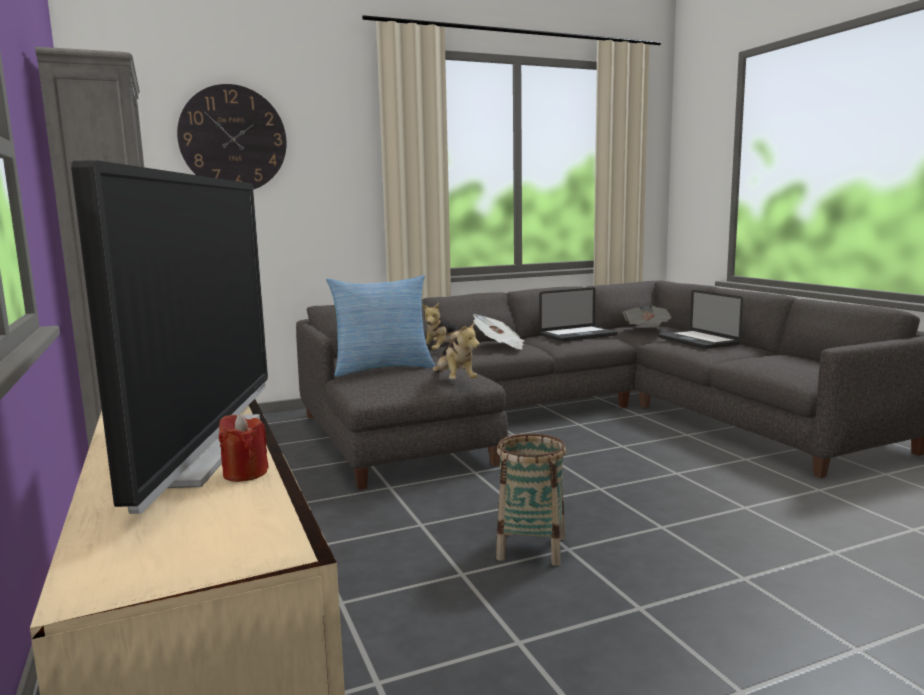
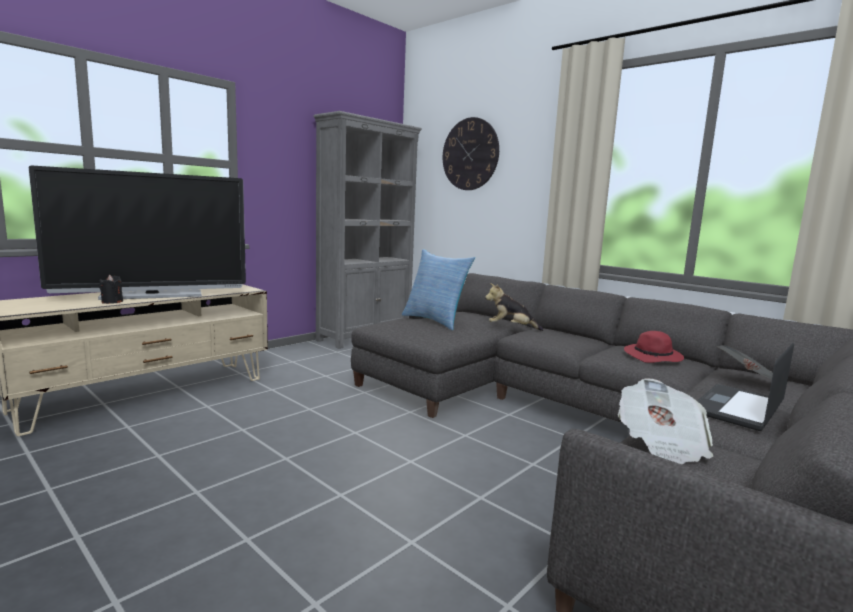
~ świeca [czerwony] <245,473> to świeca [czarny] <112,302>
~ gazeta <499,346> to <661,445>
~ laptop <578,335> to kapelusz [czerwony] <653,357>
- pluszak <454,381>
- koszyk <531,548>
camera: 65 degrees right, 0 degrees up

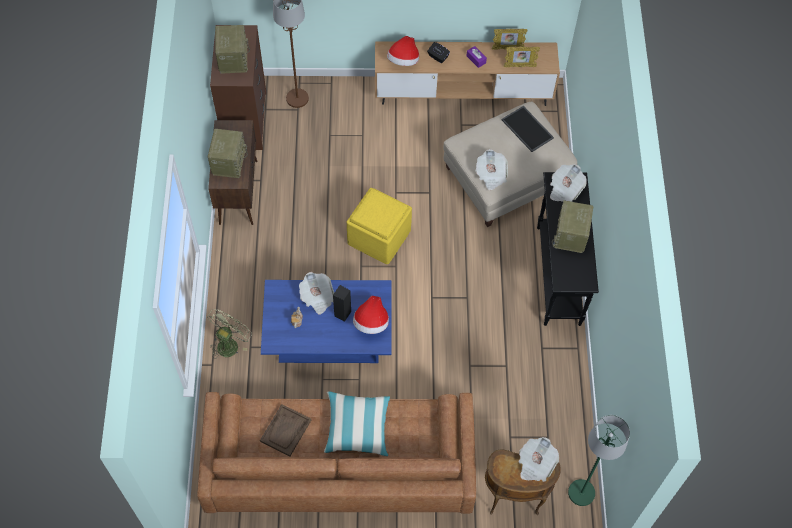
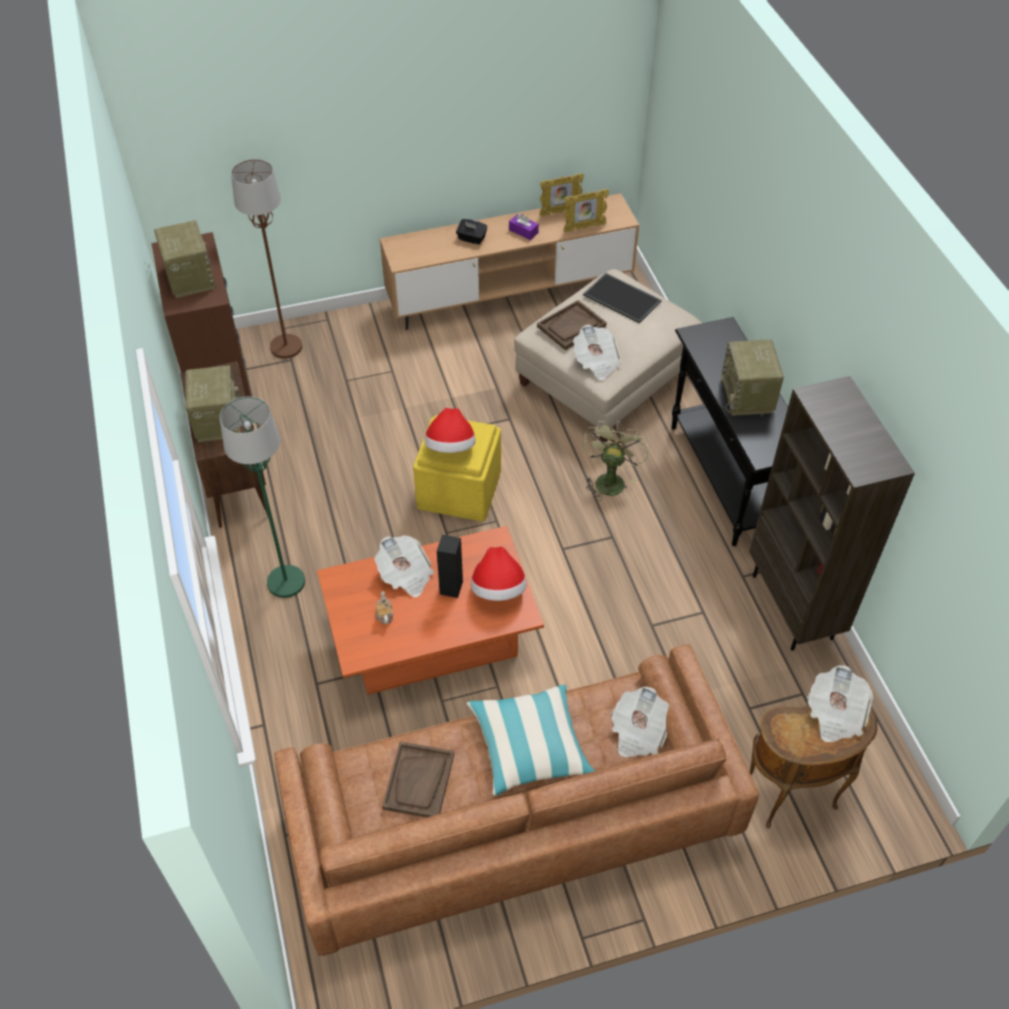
~ lampa stojąca [zielony] <581,492> to <286,582>
~ ława [niebieski] <329,338> to ława [pomarańczowy] <432,640>
~ kapelusz <403,61> to <450,447>
+ taca [brązowy] <571,326>
~ wentylator [zielony] <229,343> to <609,479>
~ gazeta <565,189> to <638,732>
+ regał [brązowy] <794,607>
camera: 15 degrees left, 10 degrees down

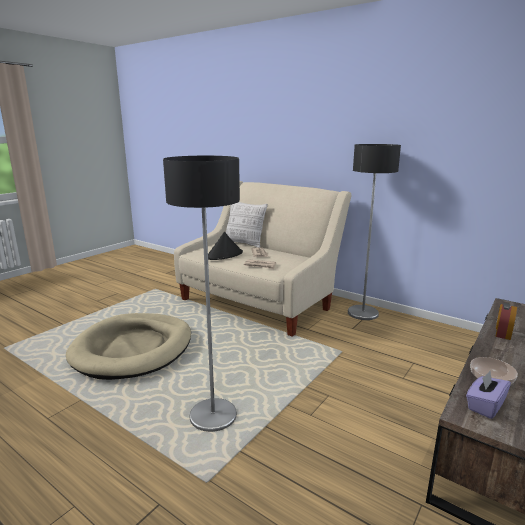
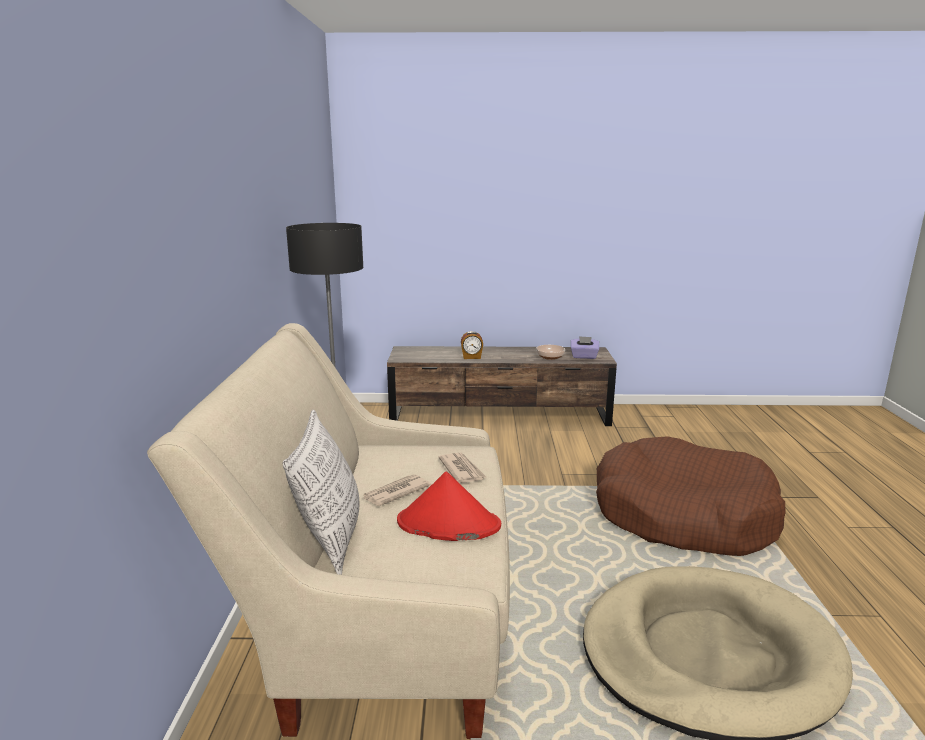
~ kapelusz [czarny] <224,255> to kapelusz [czerwony] <448,524>
~ lampa stojąca <213,416> to legowisko [brązowy] <682,515>
camera: 125 degrees left, 0 degrees up

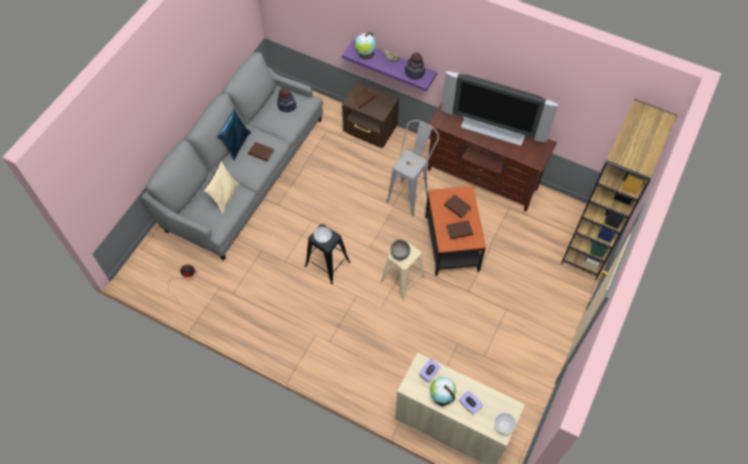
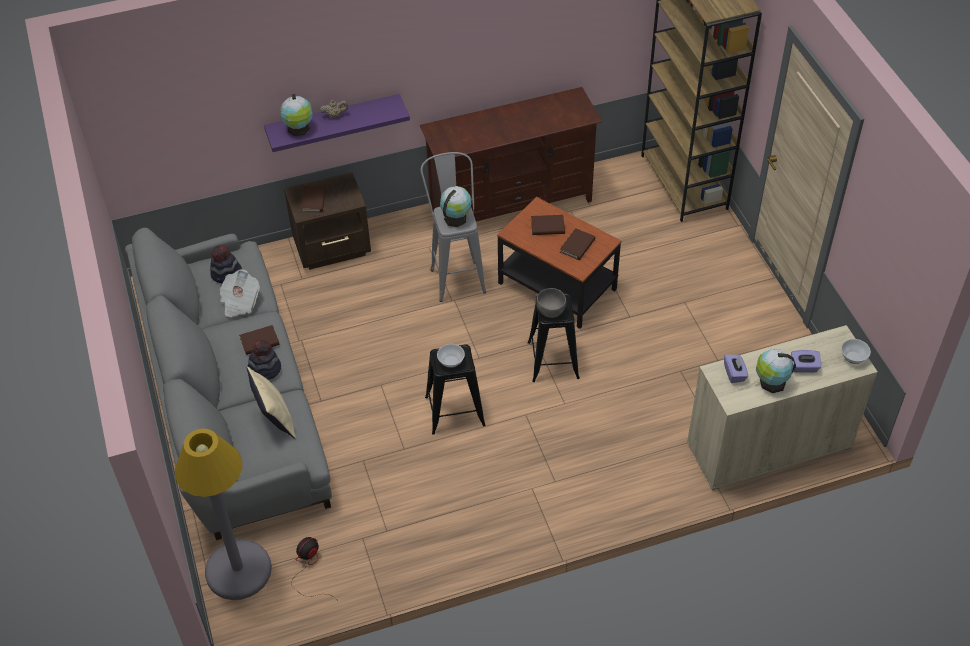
+ lampa stojąca [szary] <238,570>
+ gazeta <240,302>
~ kapelusz <414,72> to <265,369>
+ globus <456,218>
~ stołek [beżowy] <402,280> to stołek [czarny] <553,360>
- poduszka [niebieski] <236,144>
- telewizor <493,130>
camera: 45 degrees left, 10 degrees down

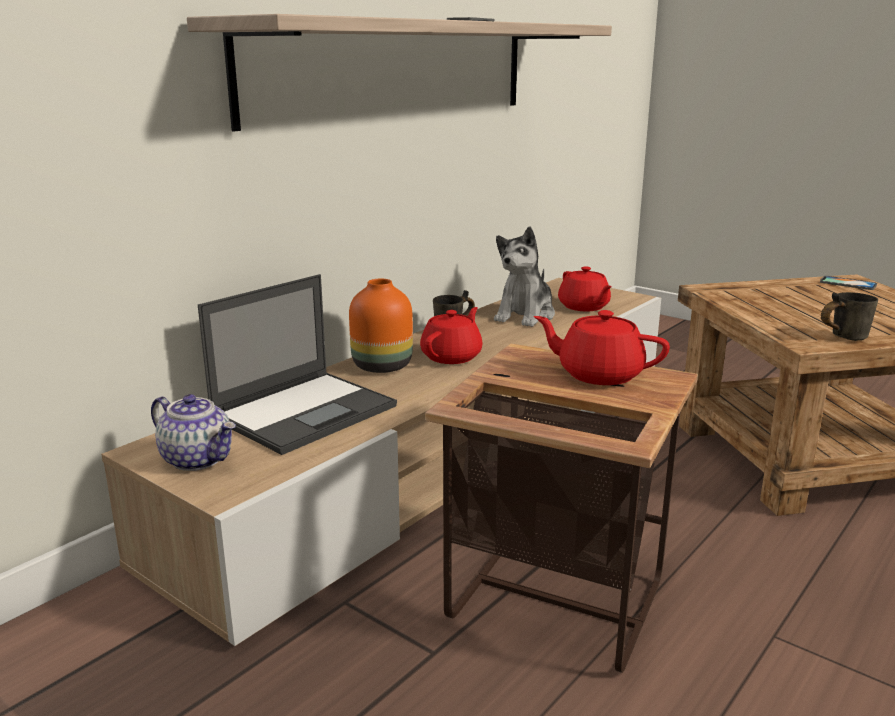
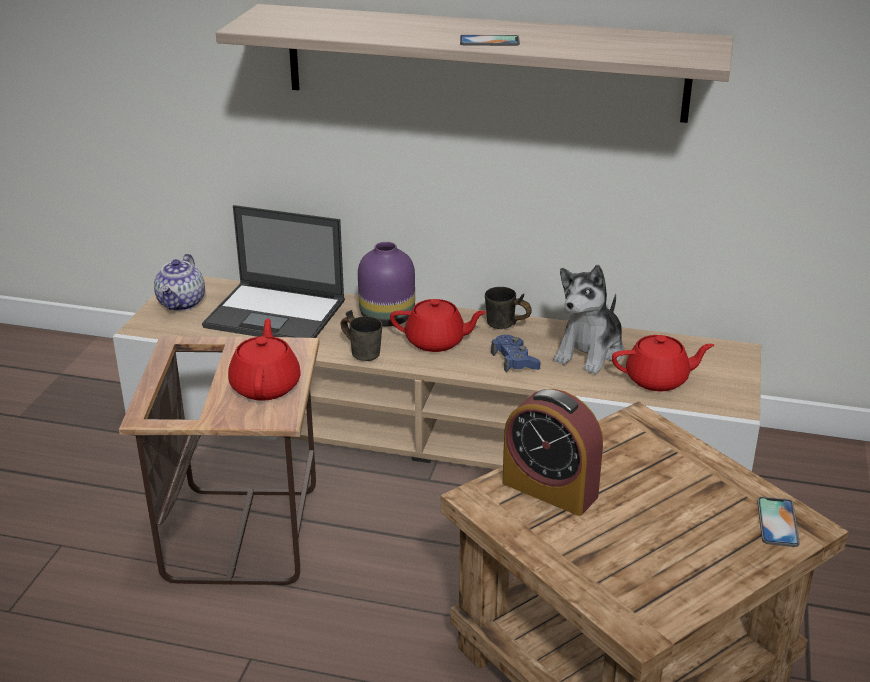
~ kubek [szary] <840,337> to <364,351>
~ wazon [pomarańczowy] <382,367> to wazon [fioletowy] <385,318>
+ pad do gier [niebieski] <515,360>
+ budzik <550,489>
~ pluszak <525,315> = <590,352> 60 degrees counterclockwise
~ imbryk [czerwony] <584,307> = <658,380> 135 degrees counterclockwise
camera: 65 degrees right, 10 degrees up

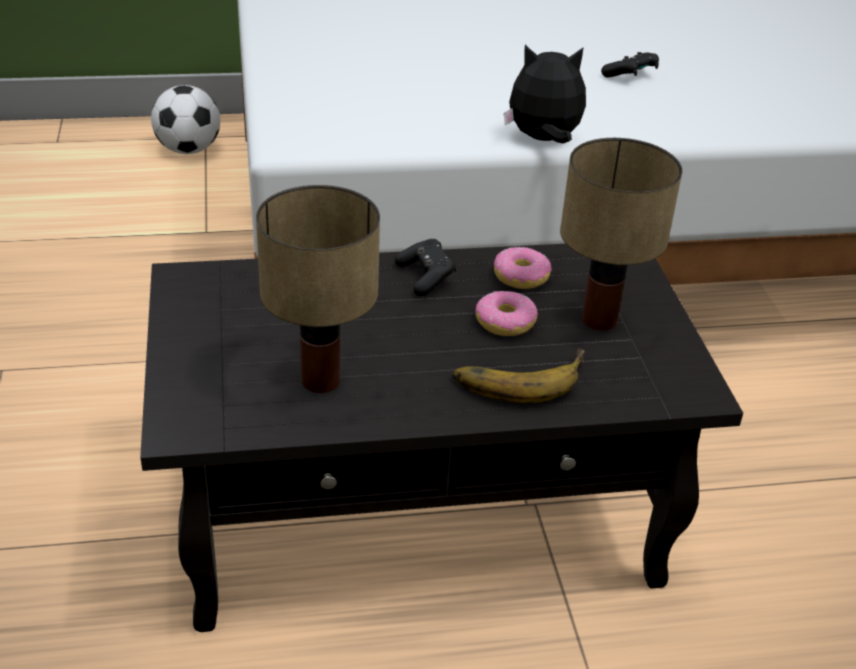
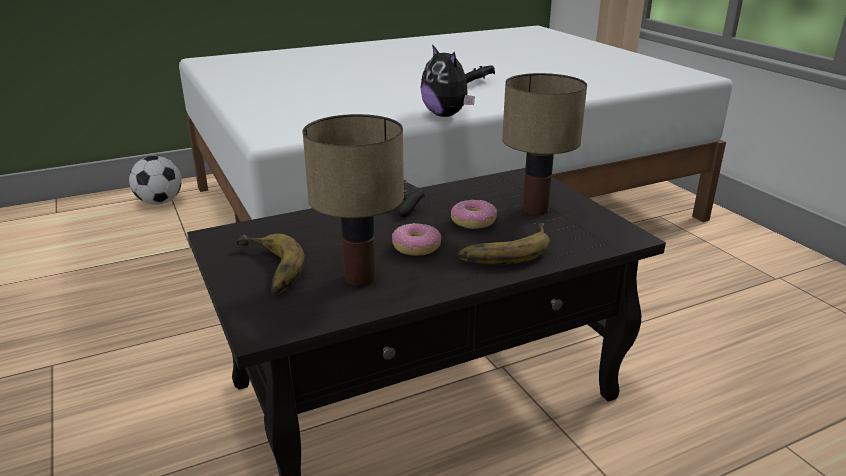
+ banan <264,270>
~ donut <521,277> to <416,247>
~ pluszak <543,140> = <446,115> 105 degrees counterclockwise
camera: 15 degrees left, 10 degrees down

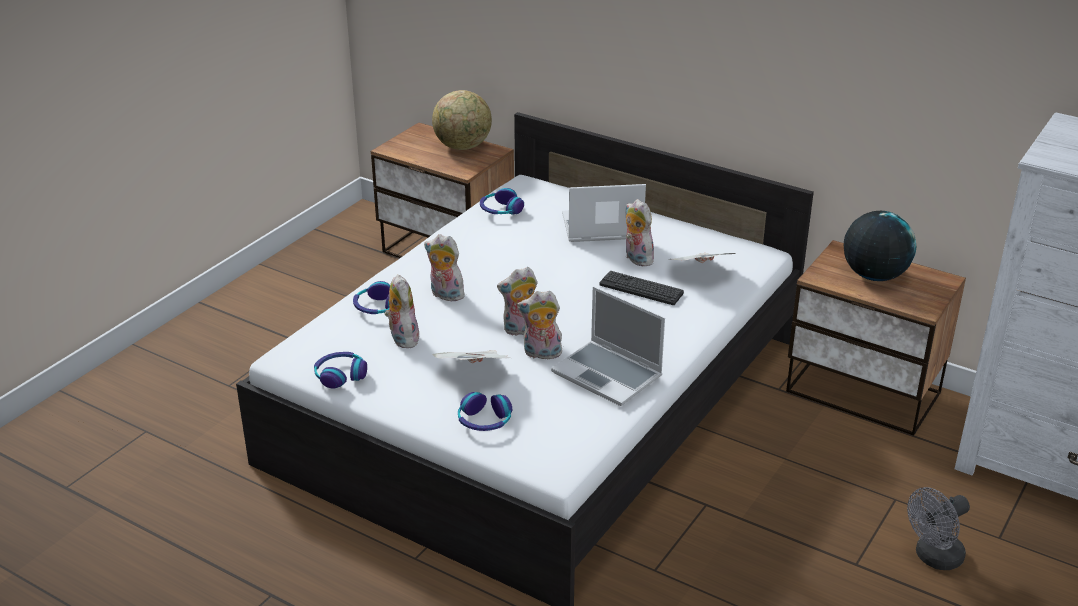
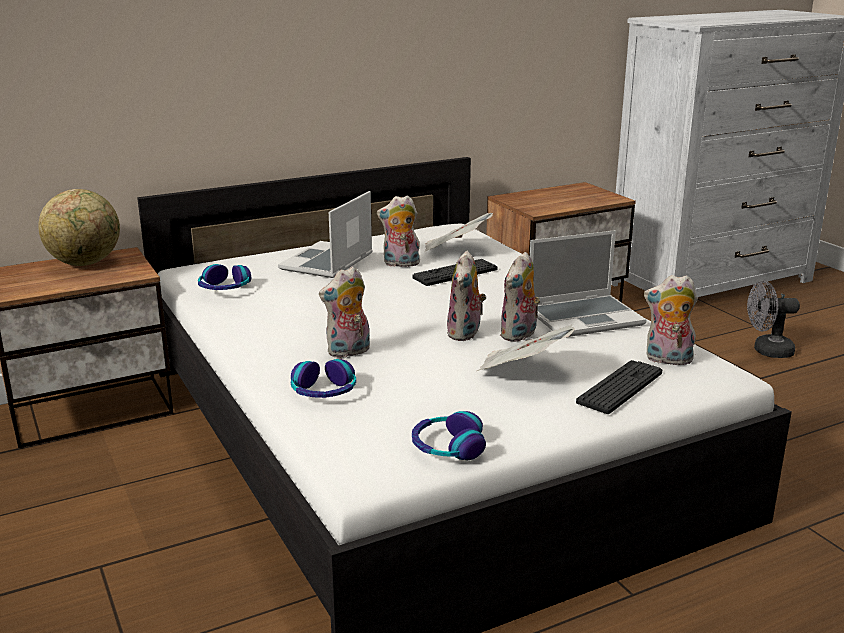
~ słuchawki <484,421> to klawiatura <620,387>
~ pluszak <402,338> to <667,360>
~ wentylator [szary] <933,558> = <767,351> 90 degrees clockwise
- globus <874,276>
camera: 60 degrees left, 10 degrees down

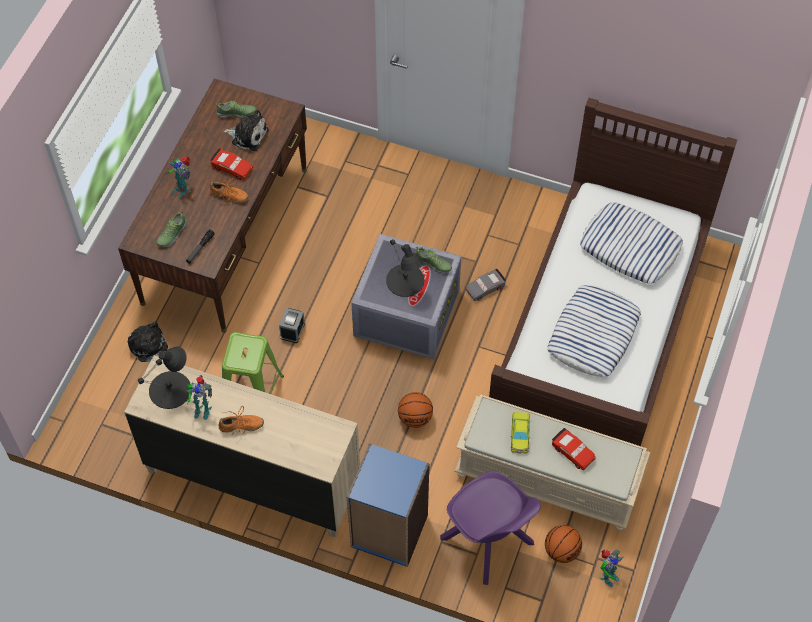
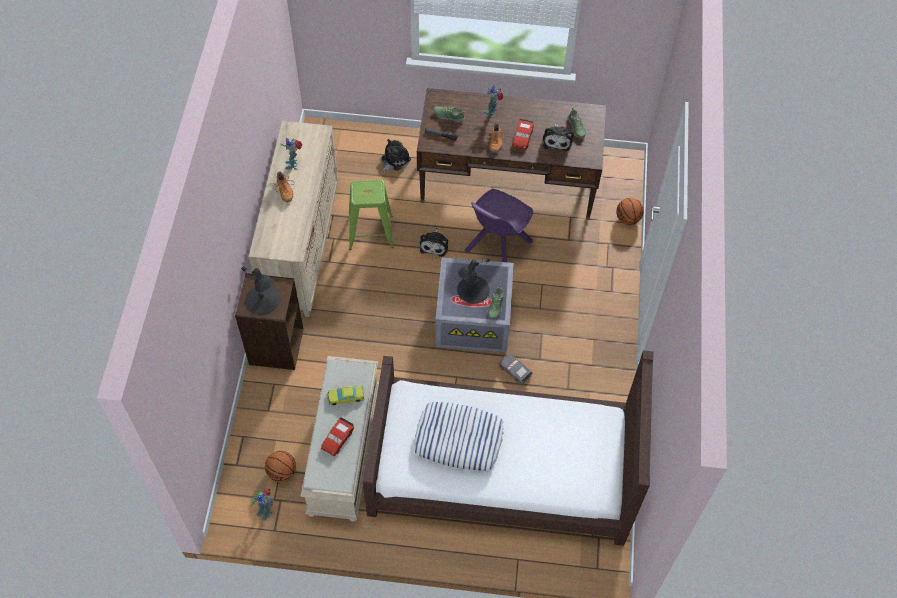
~ regał [niebieski] <389,531> to regał [brązowy] <275,346>
~ lampa stołowa [czarny] <171,390> to <262,300>
~ budzik <292,330> to pluszak <434,244>
~ krzesło [fioletowy] <488,542> to <497,247>
~ piłka do koszykówki <415,418> to <627,219>
- poduszka <630,247>
camera: 75 degrees right, 0 degrees up

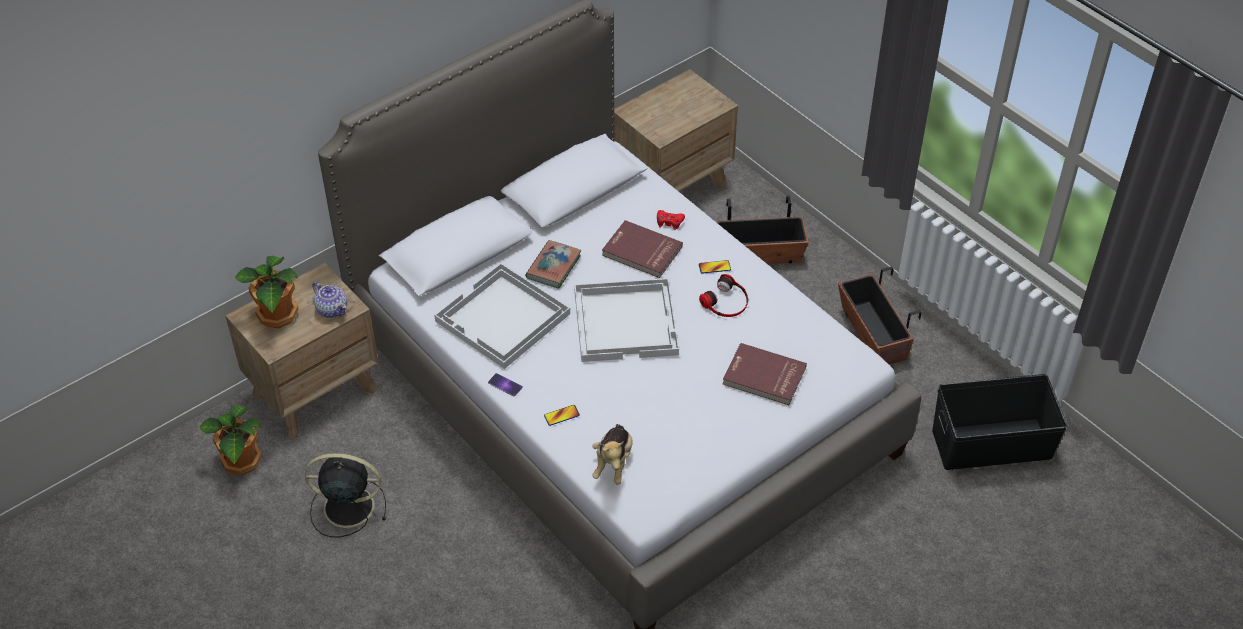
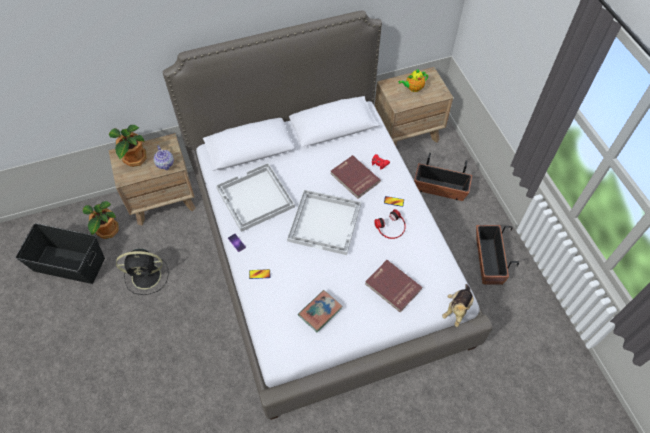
~ pojemnik do przechowywania [czarny] <992,444> to <69,264>
~ wentylator [czarny] <346,507> = <148,276> 150 degrees clockwise
~ książka <553,267> to <320,312>
+ imbryk <413,88>
~ pluszak <613,463> to <457,309>
camera: 20 degrees right, 10 degrees up

